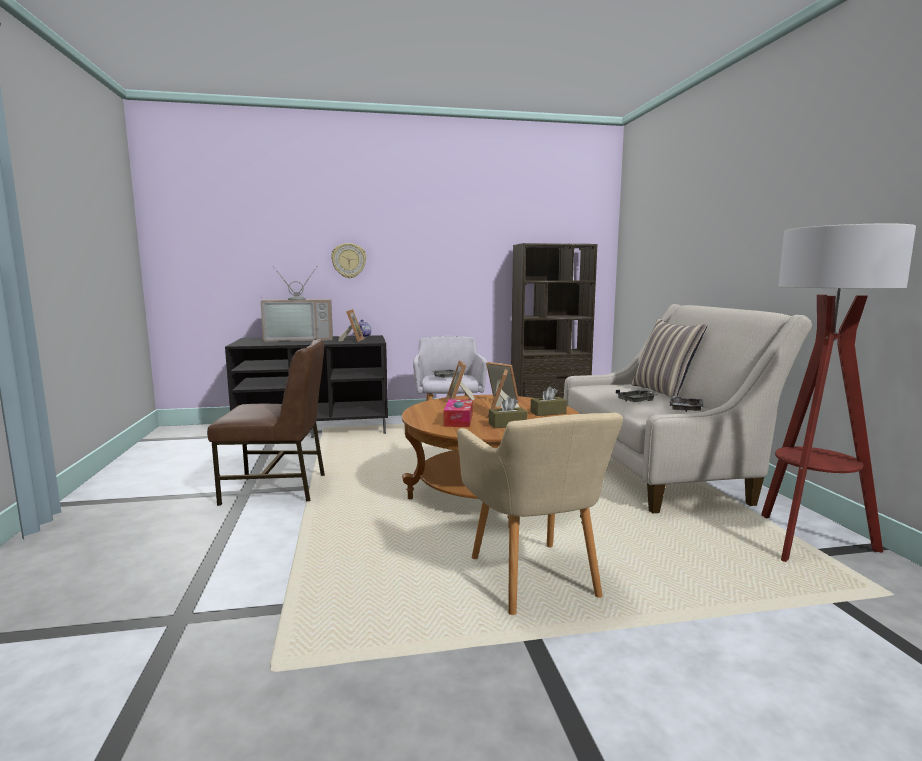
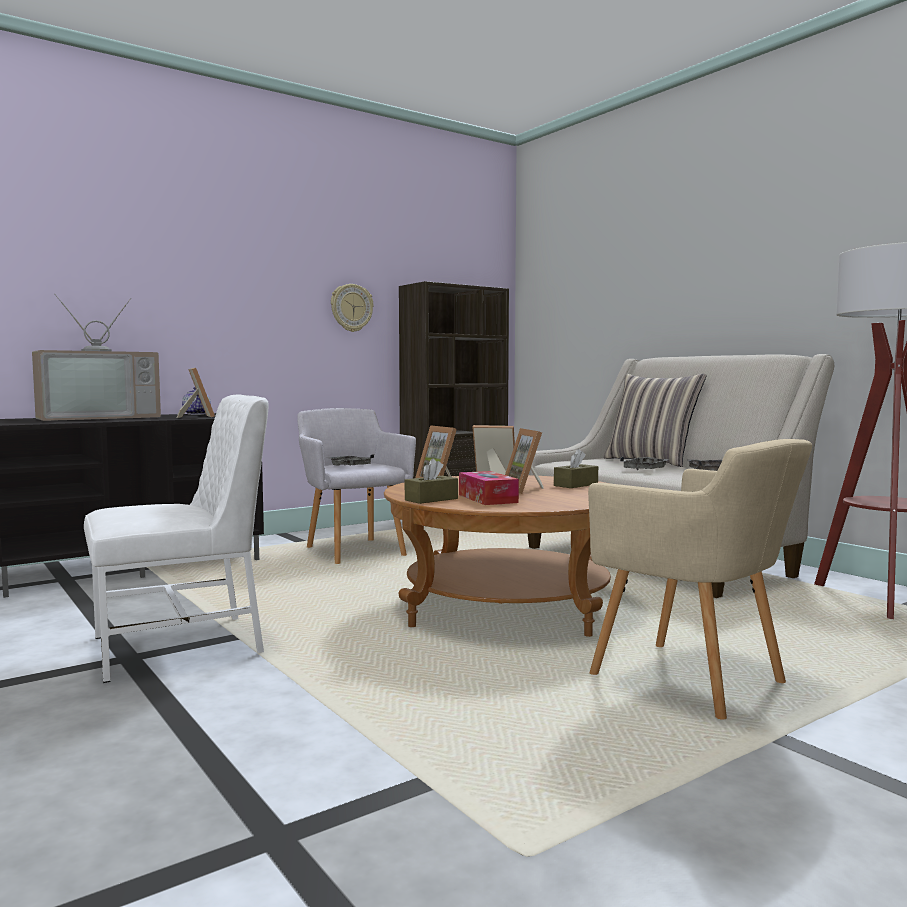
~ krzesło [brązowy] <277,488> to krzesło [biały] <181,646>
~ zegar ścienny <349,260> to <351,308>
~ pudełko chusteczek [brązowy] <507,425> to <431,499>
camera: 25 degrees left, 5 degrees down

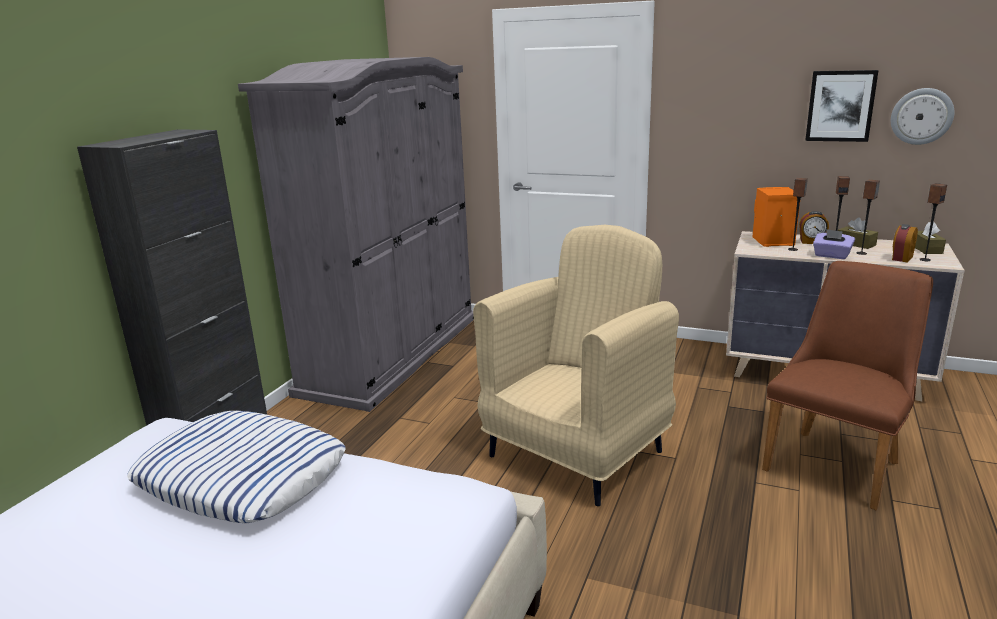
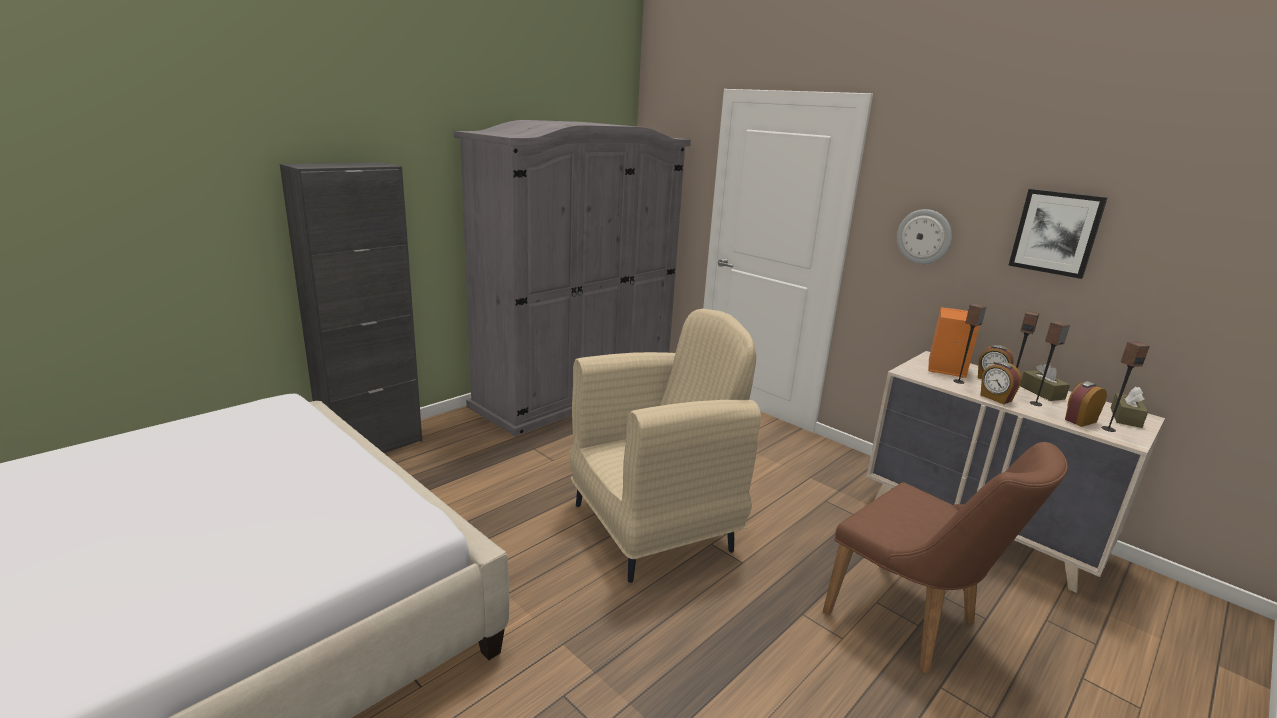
~ krzesło [brązowy] <838,461> = <913,623> 75 degrees clockwise
~ zegar ścienny <921,116> to <924,236>
~ pudełko chusteczek [fioletowy] <831,256> to budzik <995,398>
- poduszka <241,477>
camera: 20 degrees right, 0 degrees up

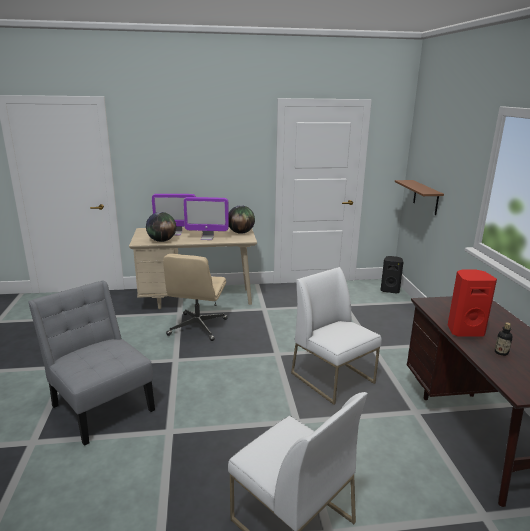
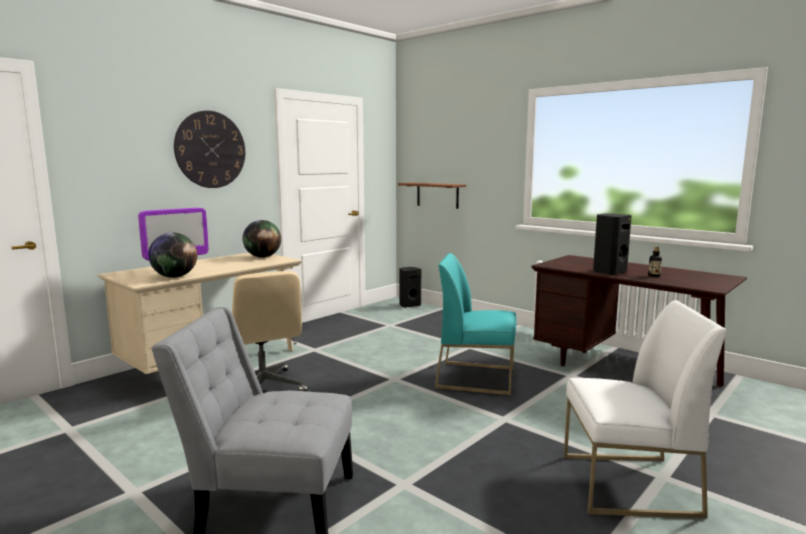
+ zegar ścienny <210,149>
~ krzesło [biały] <333,378> to krzesło [turkusowy] <476,377>
~ głośnik [czerwony] <464,330> to głośnik [czarny] <608,272>
- monitor <207,238>
camera: 40 degrees left, 10 degrees down

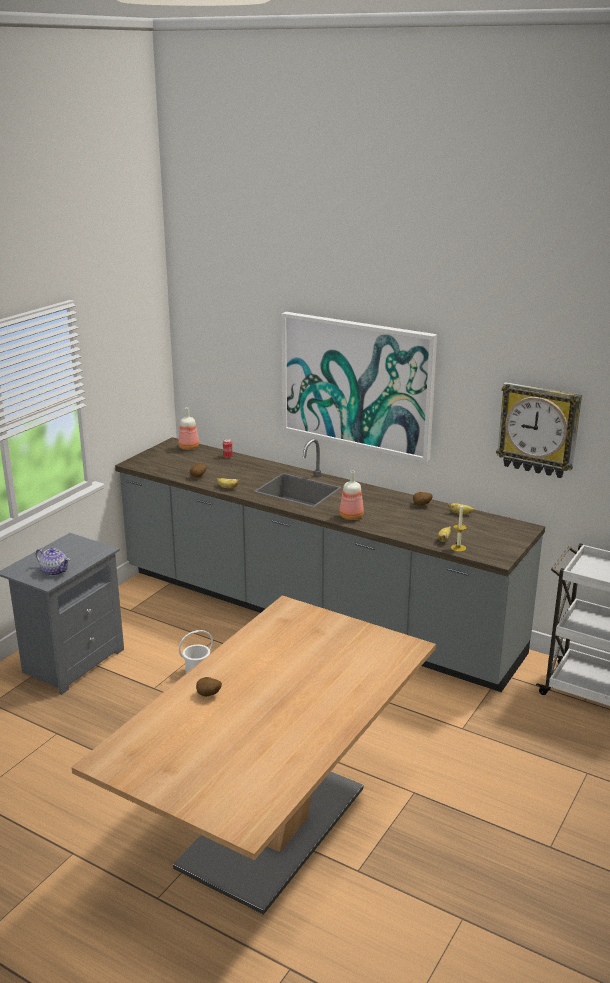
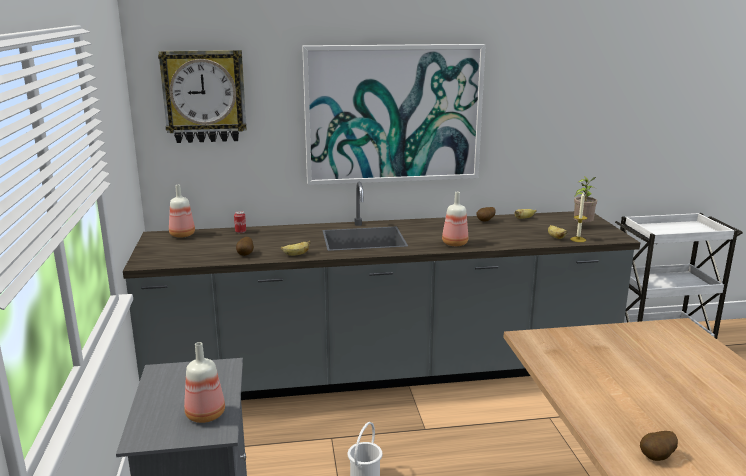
~ zegar ścienny <538,429> to <204,96>
~ imbryk <55,571> to butelka <204,414>
+ roślina doniczkowa <582,226>
camera: 40 degrees left, 5 degrees down

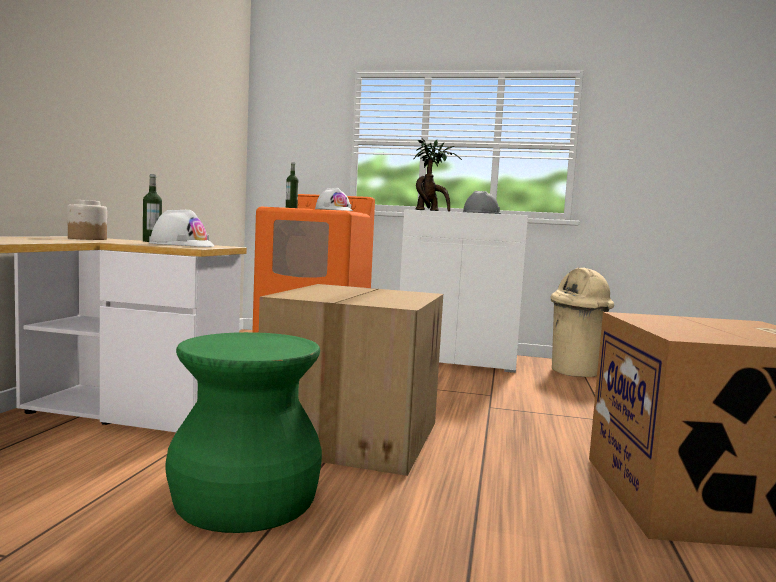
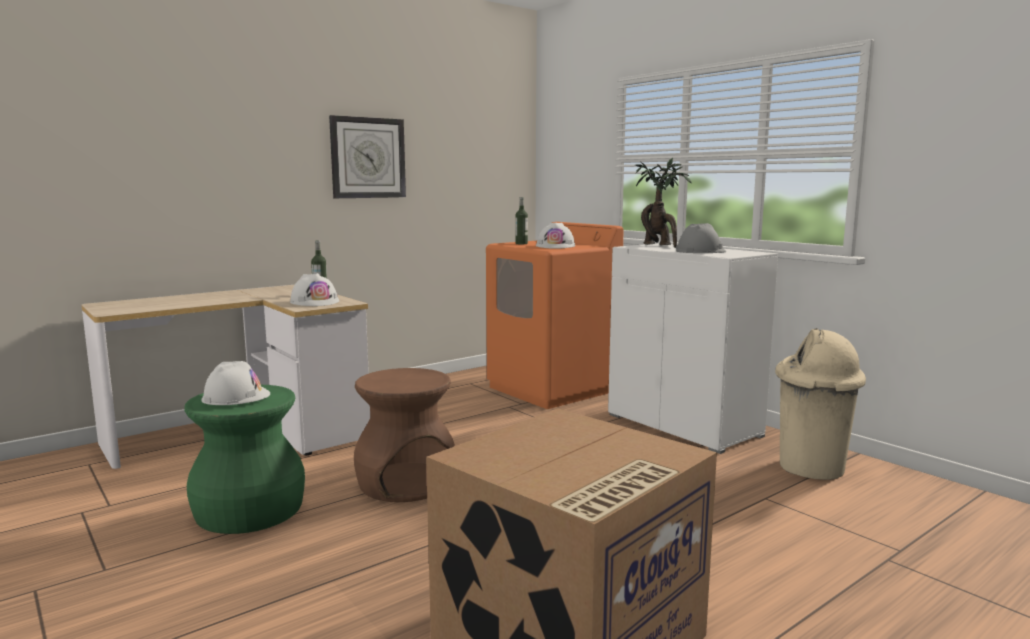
+ kask [biały] <236,396>
+ zegar ścienny <368,158>
~ karton <351,435> to stołek [brązowy] <406,482>
- słoik <87,239>
camera: 40 degrees right, 5 degrees up

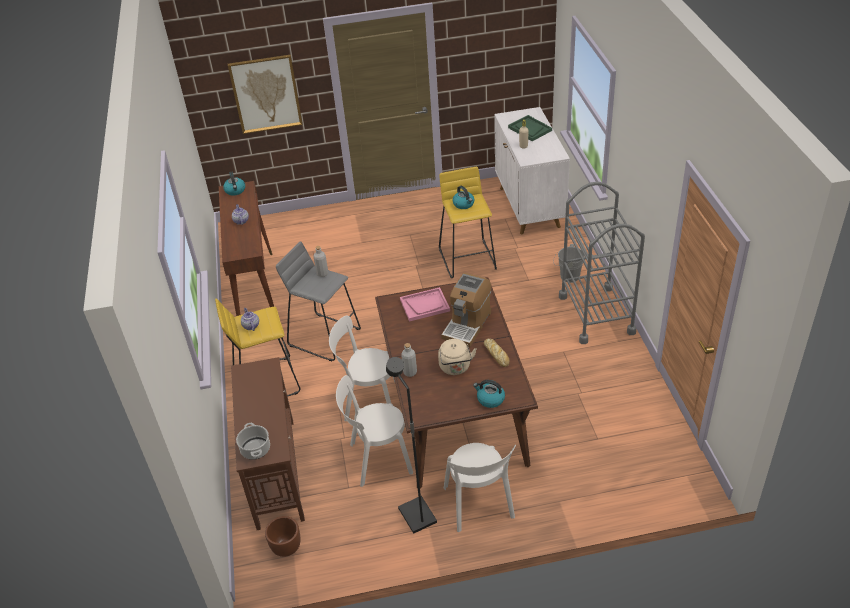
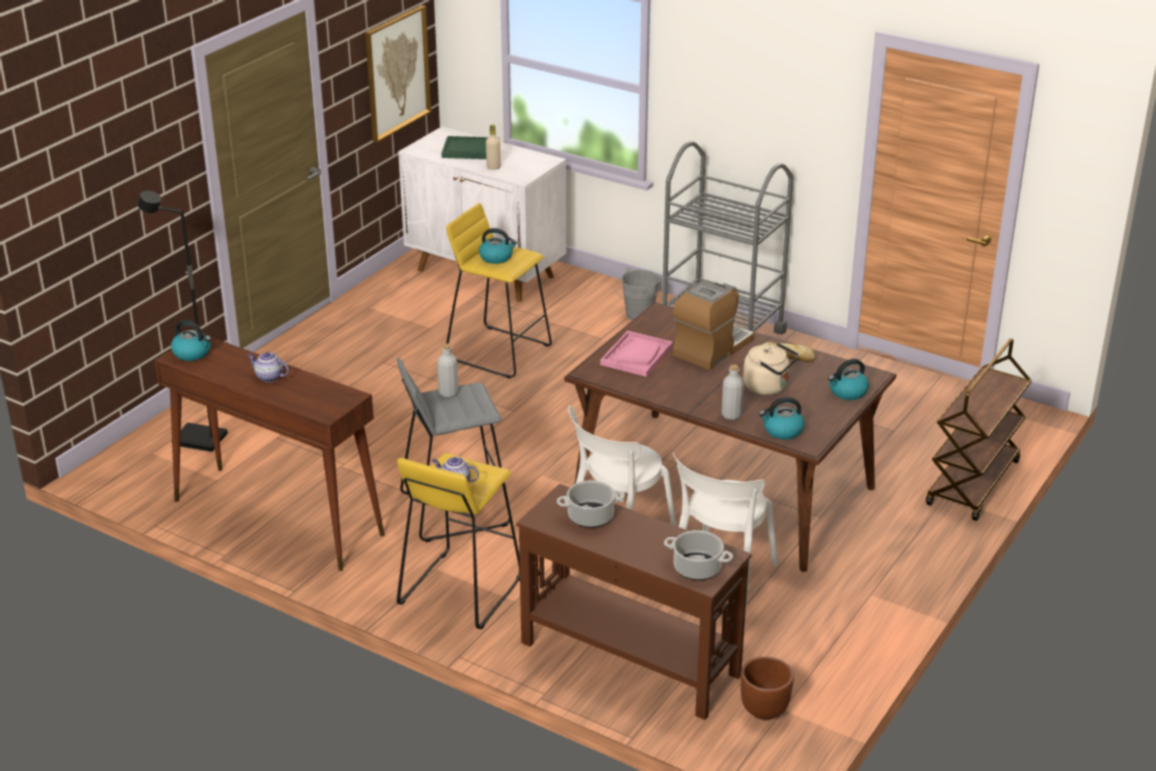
~ lampa stojąca [czarny] <416,516> to <199,440>
~ obraz <266,94> to <397,73>
+ garnek <590,517>
~ ekspres do kawy <467,324> = <712,348> 120 degrees counterclockwise
+ czajnik <782,431>
+ wózek [brązowy] <973,484>
- krzesło [biały] <479,505>
camera: 50 degrees left, 10 degrees down

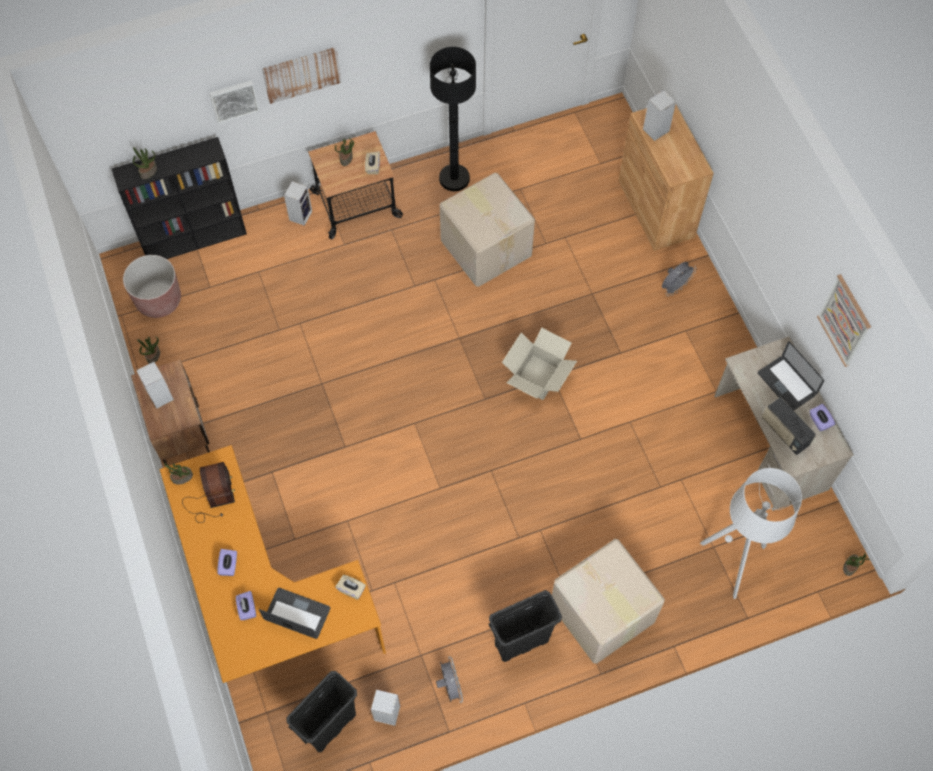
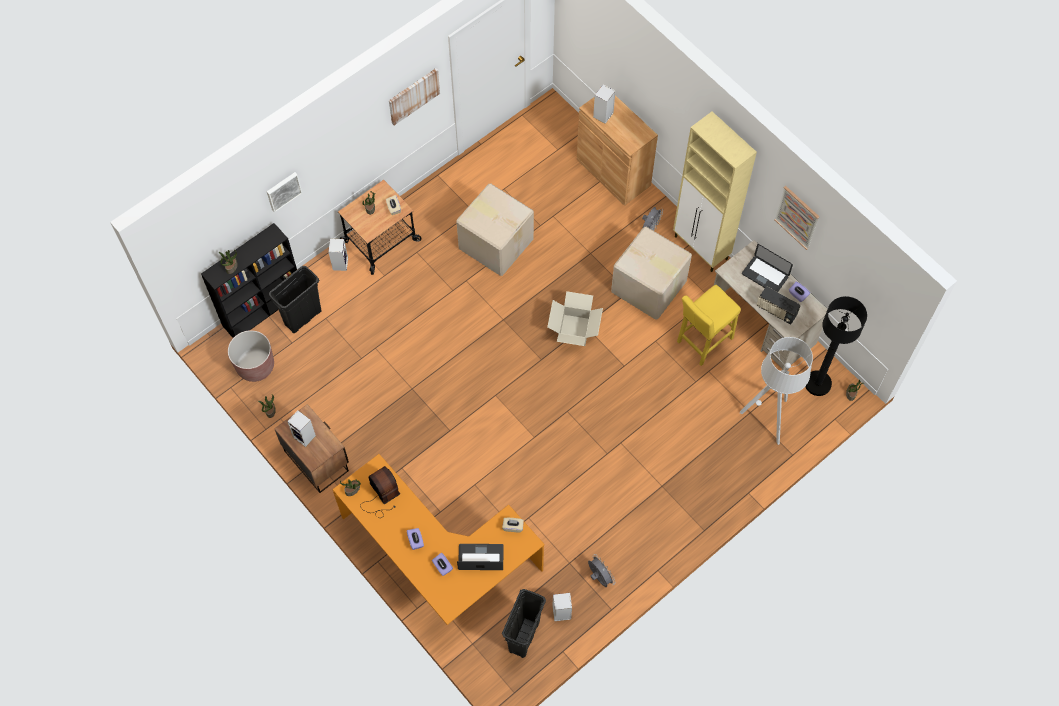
~ kosz na śmieci [czarny] <521,643> to <303,318>
~ obraz <301,74> to <413,95>
~ karton <601,614> to <649,287>
+ szafka [beżowy] <701,248>
+ stołek [żółty] <703,342>
~ lampa stojąca [czarny] <454,178> to <818,383>
camera: 20 degrees left, 0 degrees up

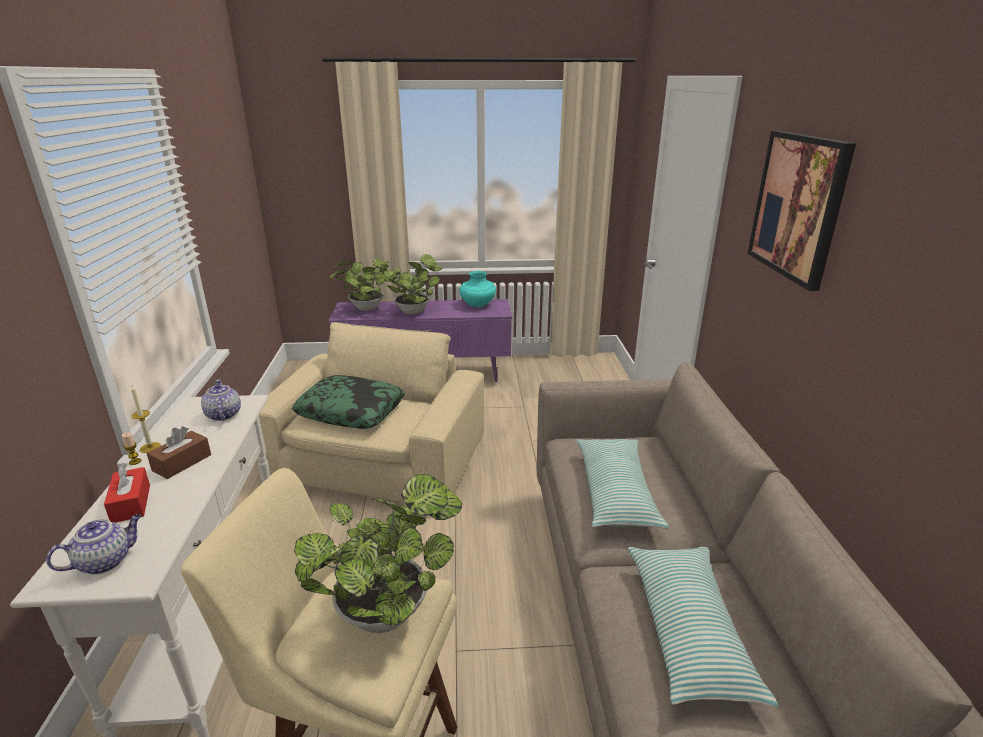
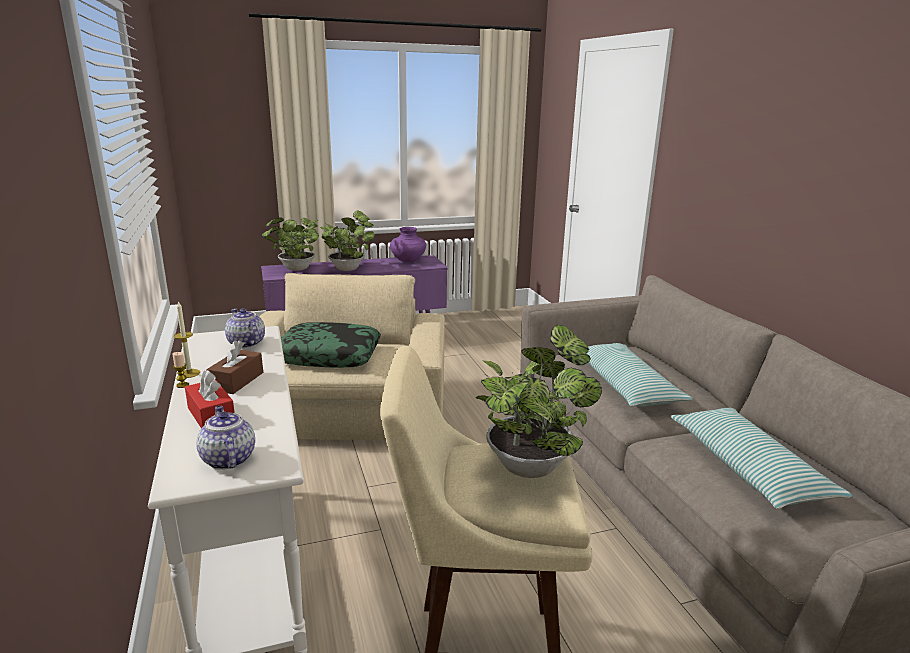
~ imbryk <106,561> = <227,459> 60 degrees counterclockwise
~ wazon [turkusowy] <477,305> to wazon [fioletowy] <408,260>
- obraz <798,206>
camera: 15 degrees left, 5 degrees down

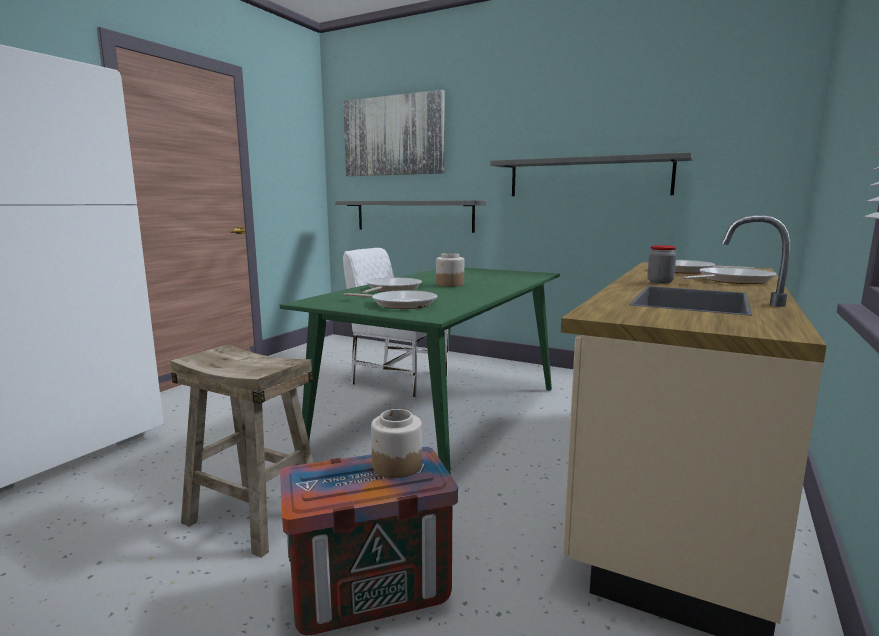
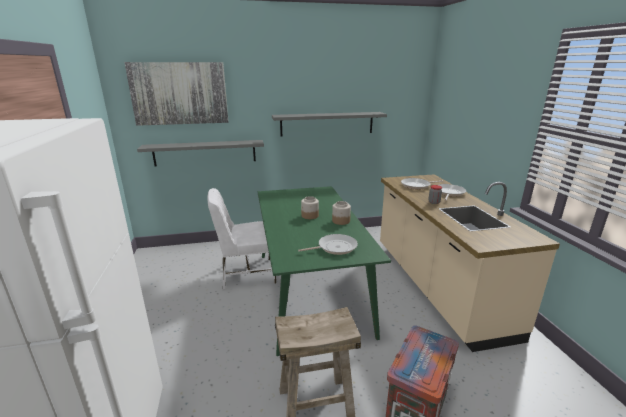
~ słoik <396,465> to <340,221>
- patelnia <391,289>
camera: 40 degrees left, 10 degrees up

